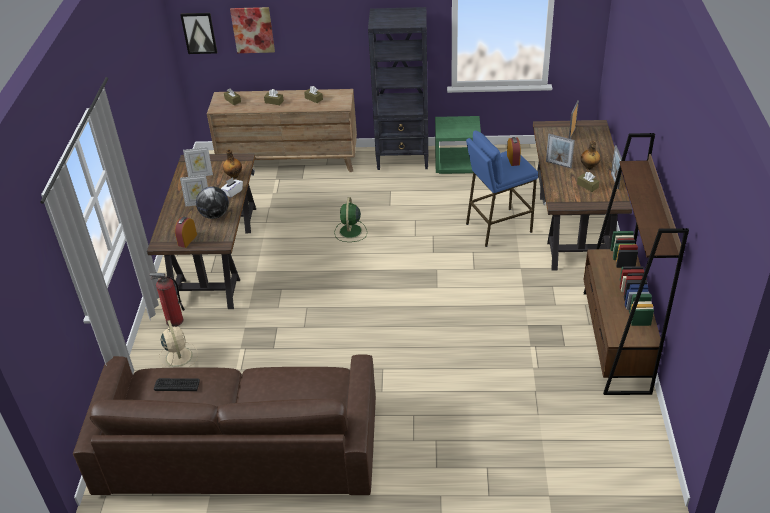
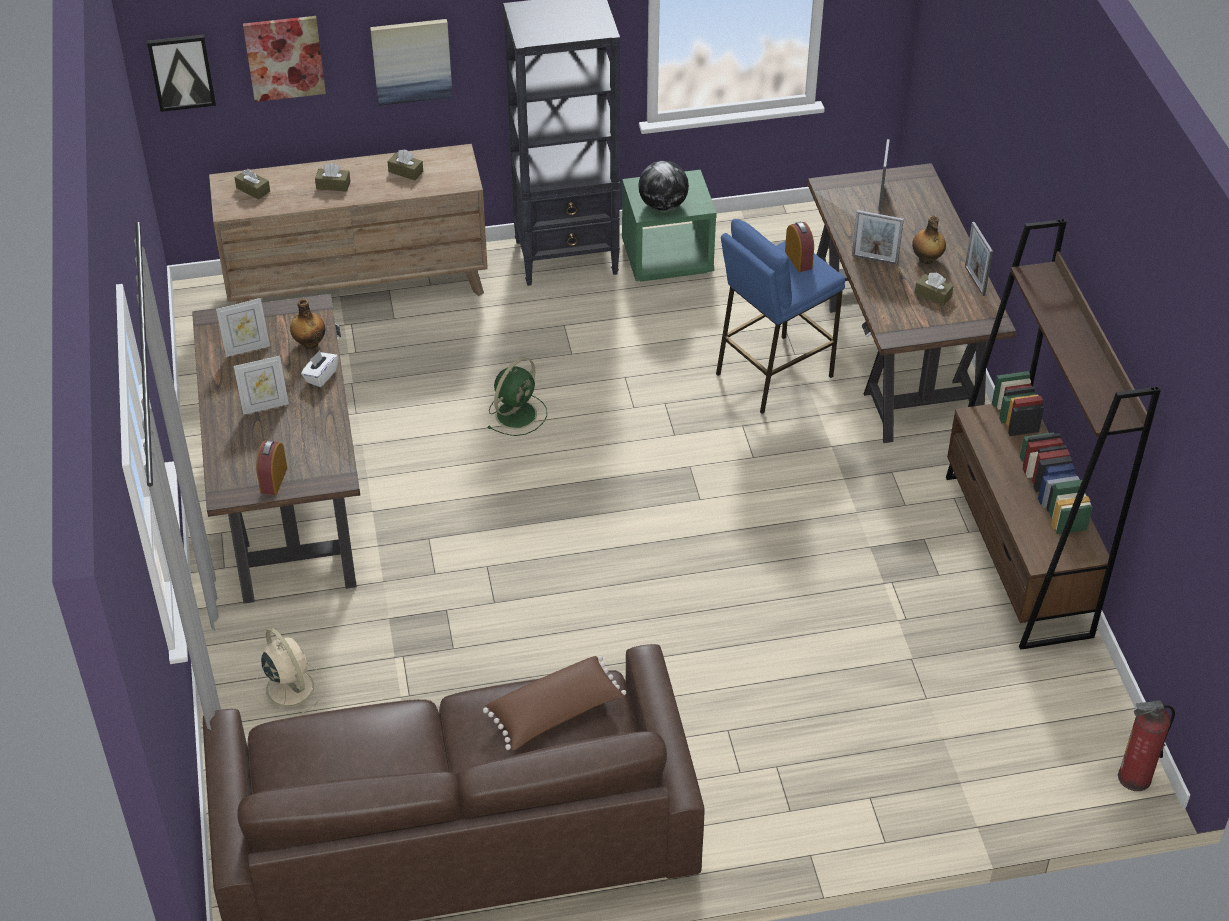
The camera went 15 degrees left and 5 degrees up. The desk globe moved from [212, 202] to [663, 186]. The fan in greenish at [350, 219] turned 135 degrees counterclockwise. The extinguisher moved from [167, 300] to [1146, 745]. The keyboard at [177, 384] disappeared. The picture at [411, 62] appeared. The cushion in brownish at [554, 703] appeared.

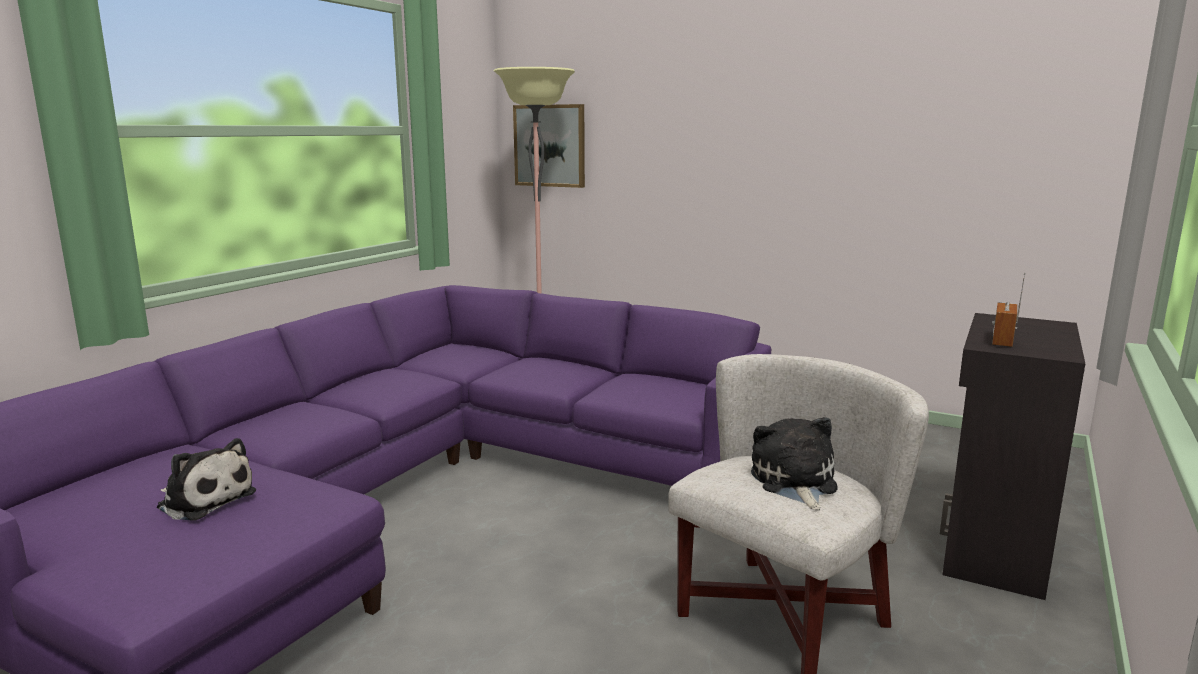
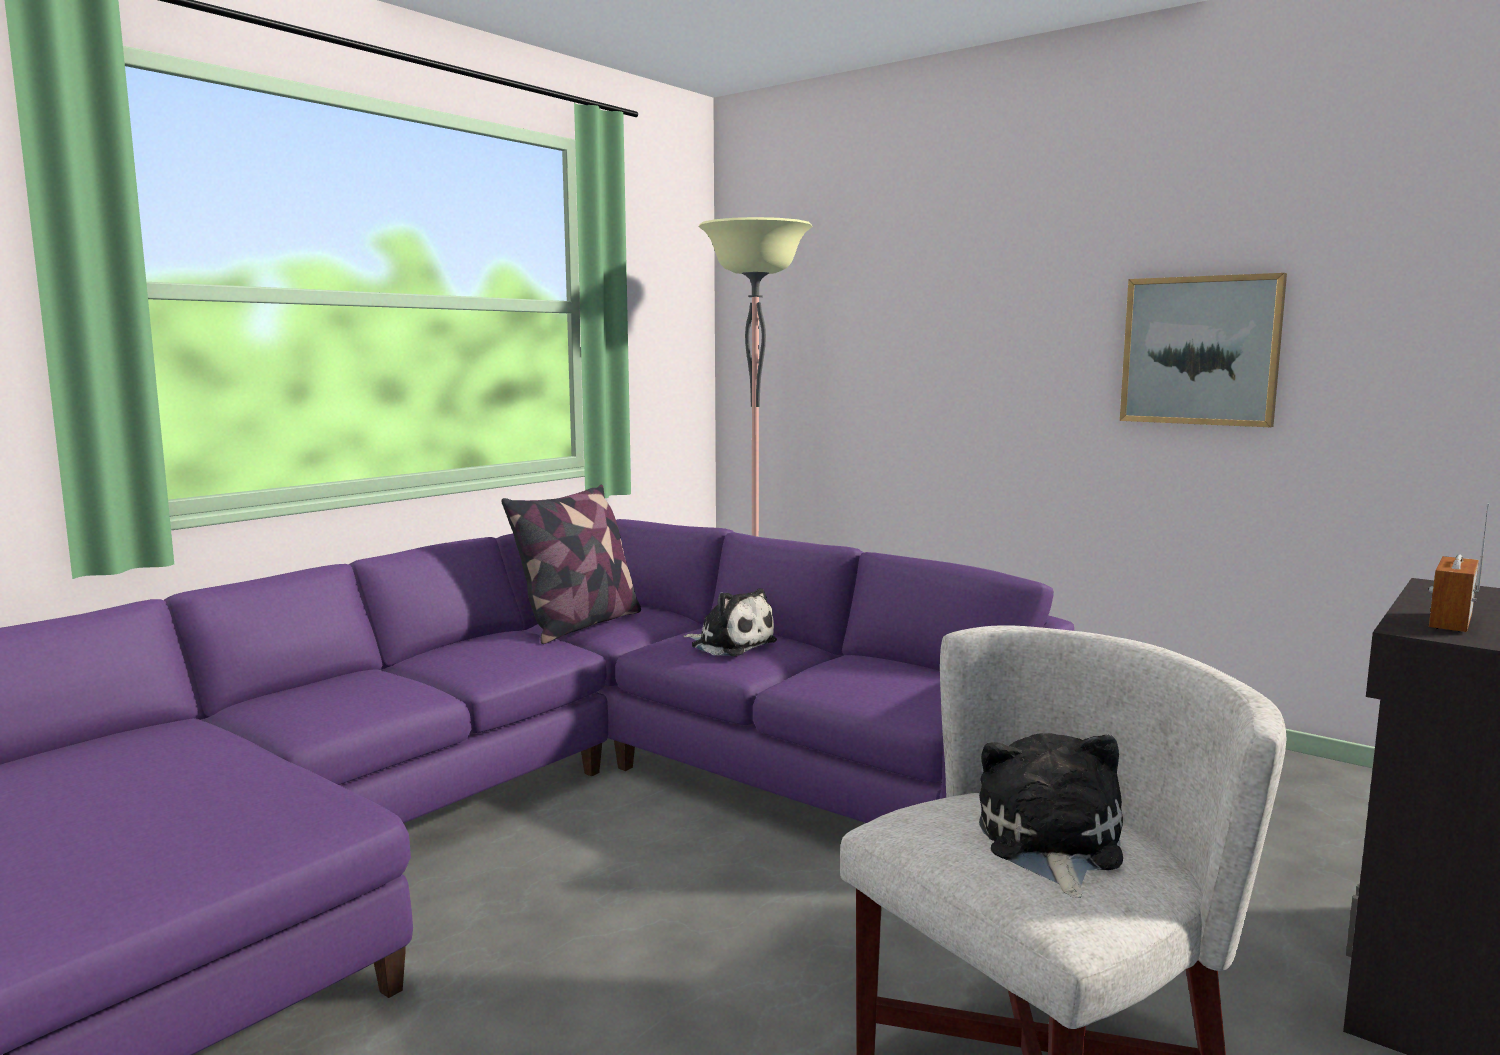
The camera went 10 degrees right and 5 degrees down. The picture moved from [549, 146] to [1203, 350]. The cuddly toy moved from [206, 479] to [730, 622]. The cushion at [571, 564] appeared.

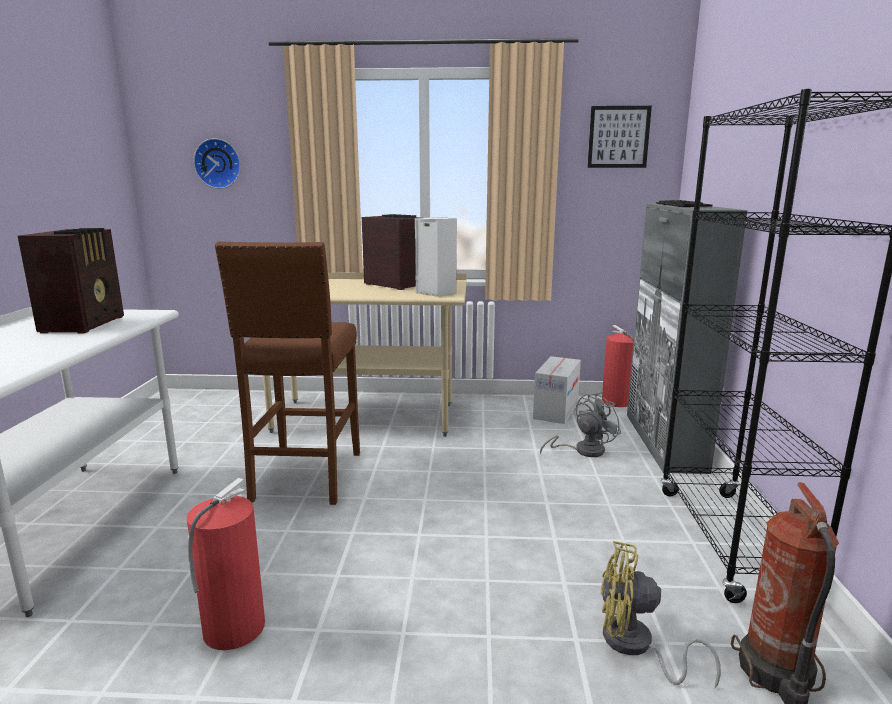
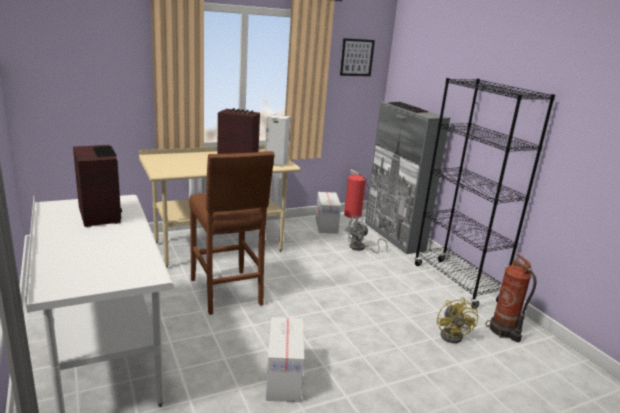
The camera went 30 degrees left and 5 degrees up. The clock on the wall at [217, 163] disappeared. The fan in greyish at [580, 424] turned 135 degrees counterclockwise. The extinguisher at [226, 564] was replaced by the packing box at [285, 359]. The fan in yellowish at [661, 614] turned 75 degrees counterclockwise.

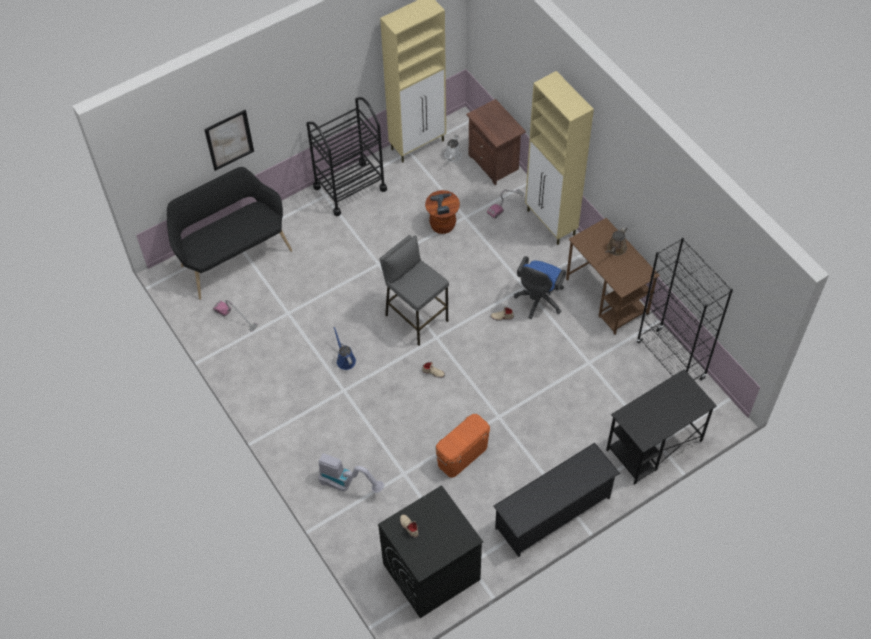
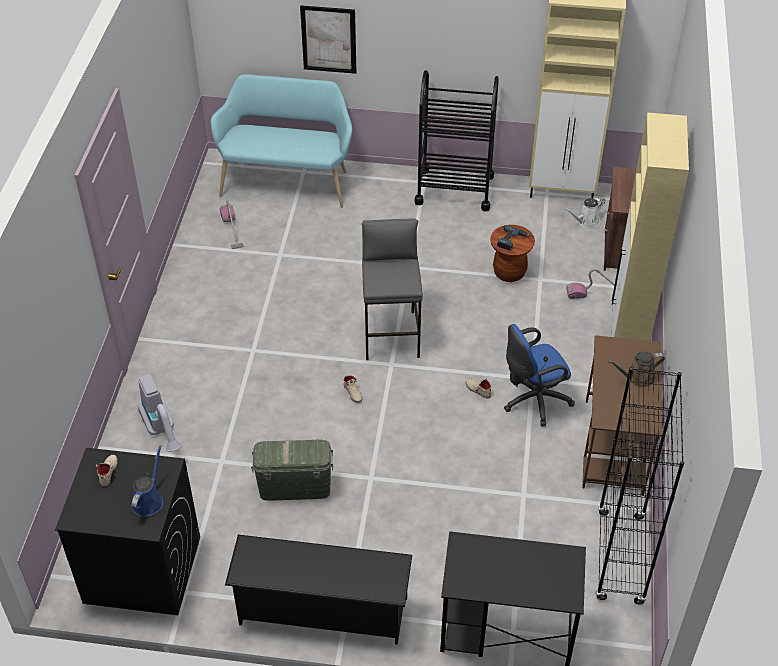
The camera went 40 degrees right and 10 degrees down. The long seat in blackish at [229, 233] became the long seat in turquoise at [281, 141]. The watering pot in bluish moved from [345, 348] to [147, 481]. The storage bin in orange at [462, 446] became the storage bin in greenish at [292, 470].

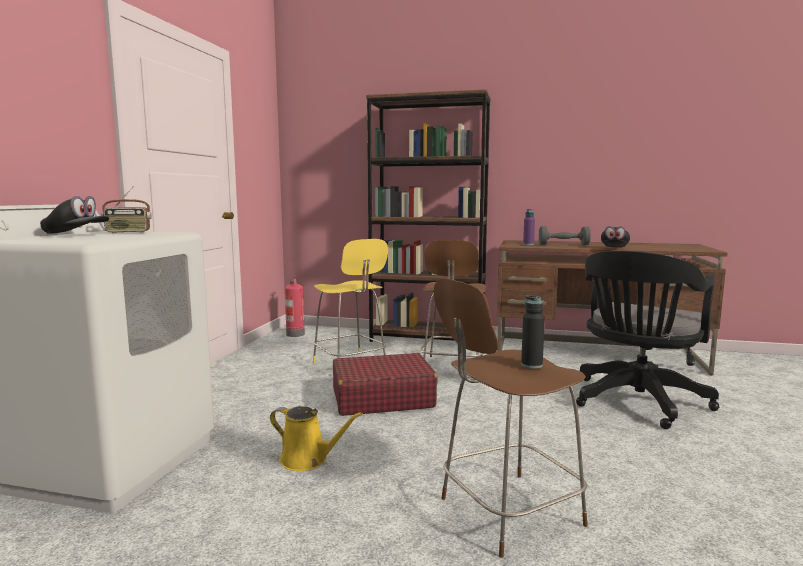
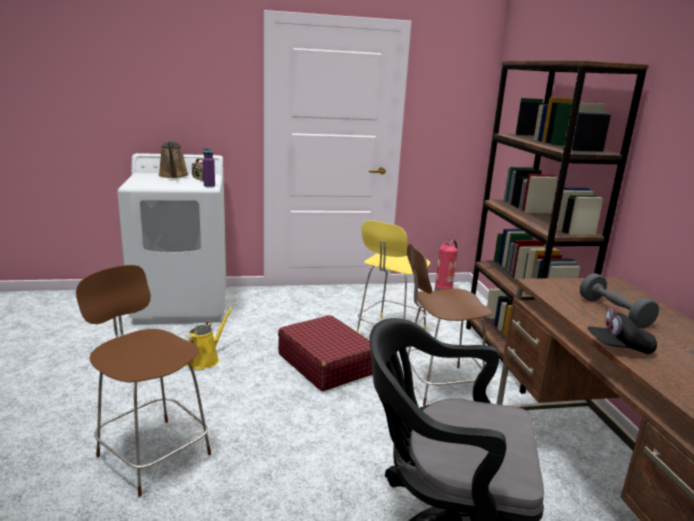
The camera went 65 degrees right and 10 degrees up. The baseball cap in blackish at [74, 215] was replaced by the watering pot in brownish at [173, 159]. The beverage bottle in purple moved from [529, 227] to [209, 167]. The beverage bottle in blackish at [533, 332] disappeared. The watering pot in yellowish at [316, 438] turned 150 degrees counterclockwise.

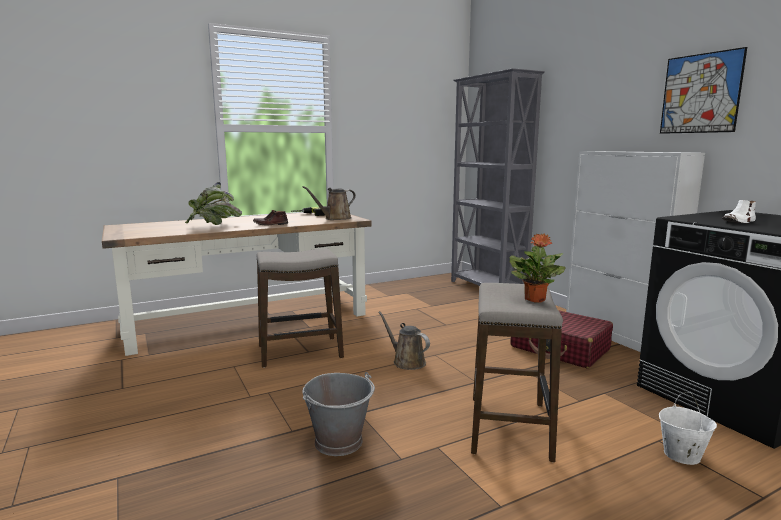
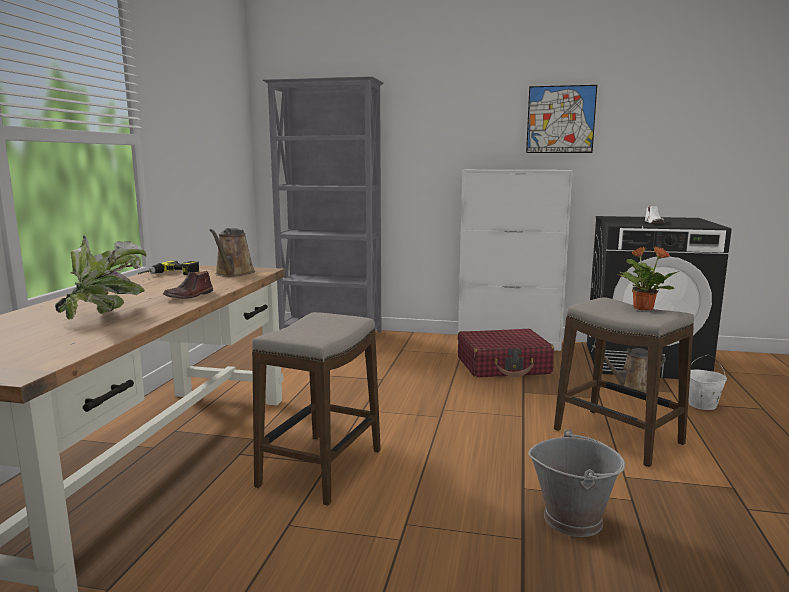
The camera went 50 degrees left and 0 degrees up. The watering pot in brownish moved from [404, 340] to [628, 368].

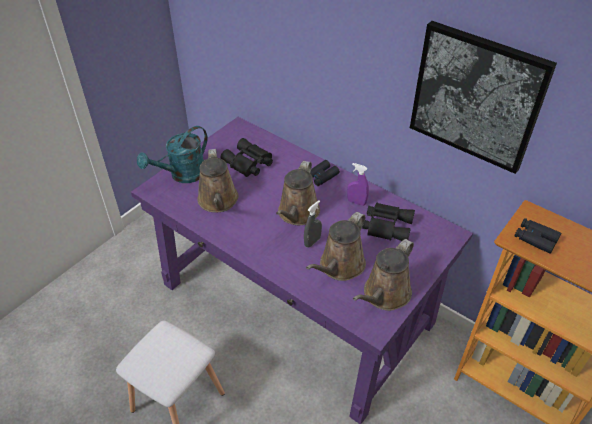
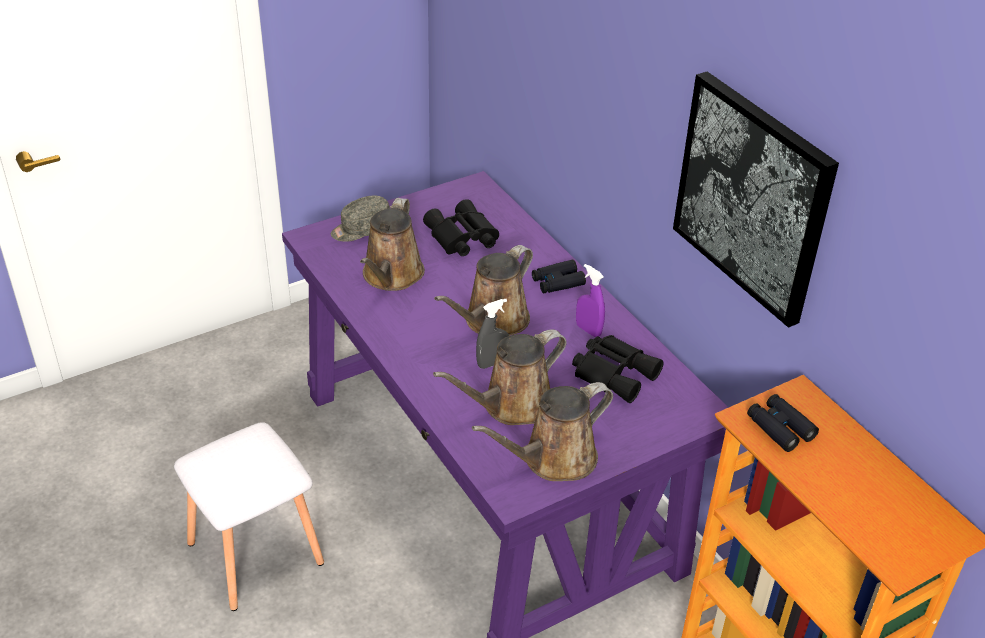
The camera went 20 degrees right and 5 degrees down. The watering pot in turquoise at [172, 154] was replaced by the baseball cap in greyish at [360, 218].

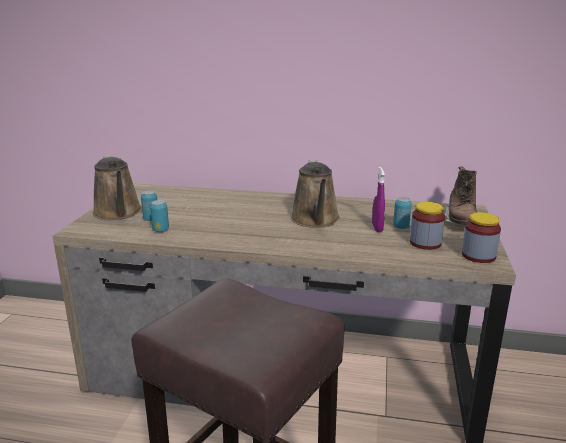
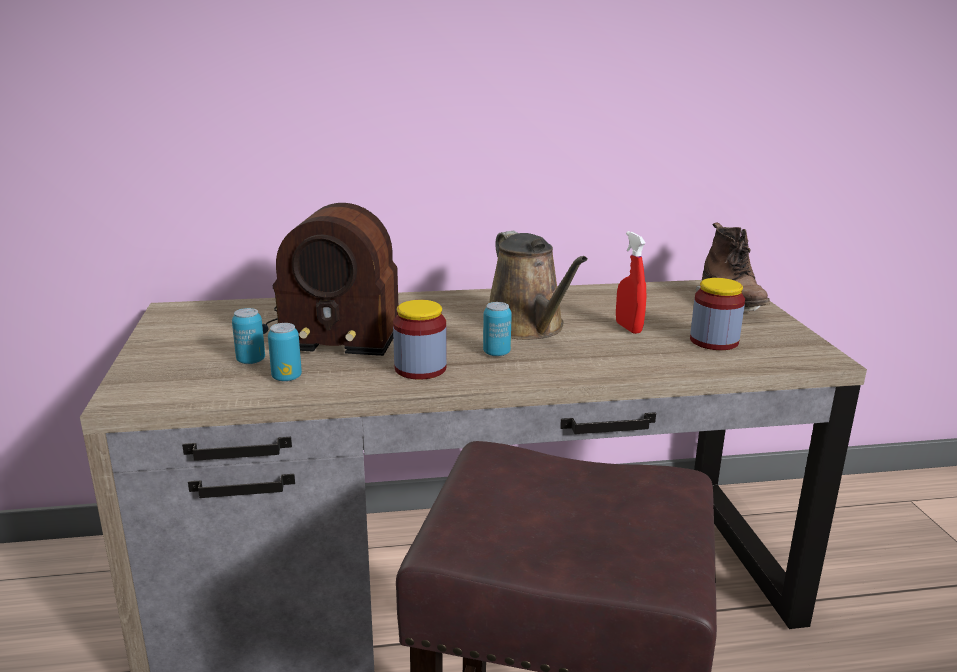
The camera went 20 degrees left and 0 degrees up. The watering pot in brownish at [117, 188] disappeared. The sprayer in purple at [378, 199] became the sprayer in red-coloured at [631, 282]. The sealed can moved from [402, 213] to [497, 329]. The jar moved from [481, 237] to [420, 340]. The radio at [330, 279] appeared.

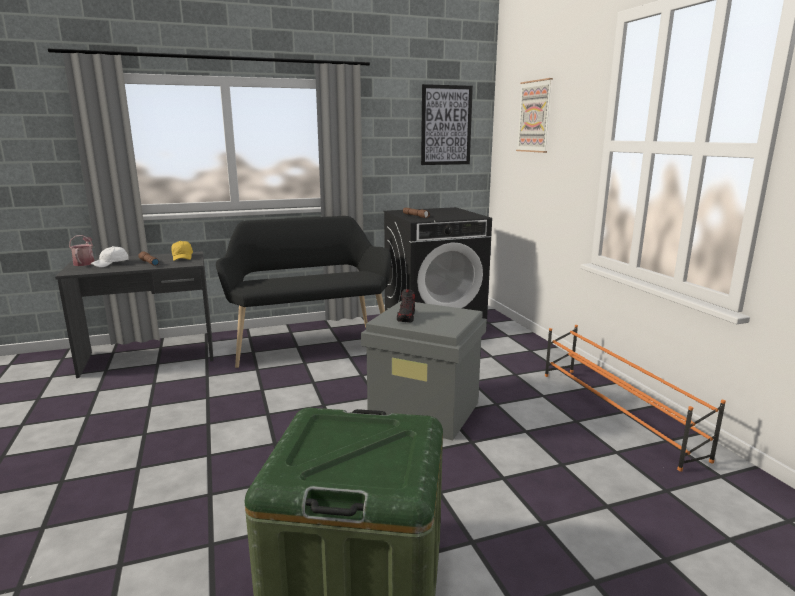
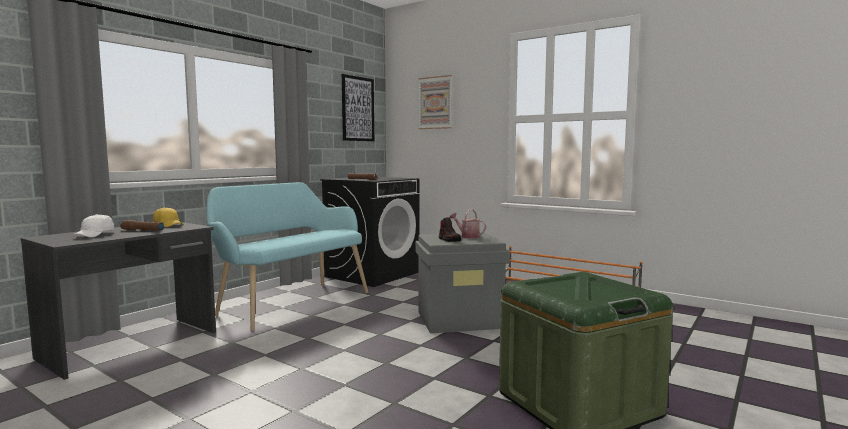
The camera went 35 degrees left and 10 degrees down. The long seat in blackish at [303, 292] became the long seat in turquoise at [287, 256]. The watering pot moved from [82, 250] to [468, 223].

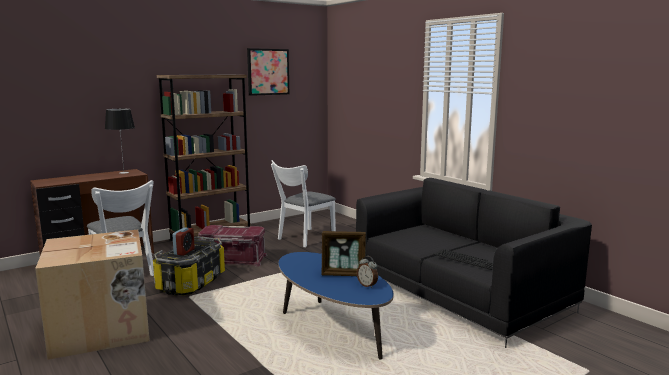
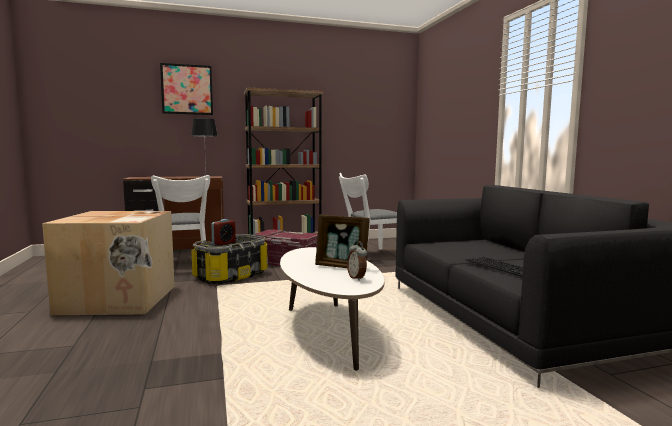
The camera went 20 degrees right and 5 degrees down. The picture moved from [268, 72] to [186, 89]. The low table in bluish at [336, 306] became the low table in whitish at [332, 308].

